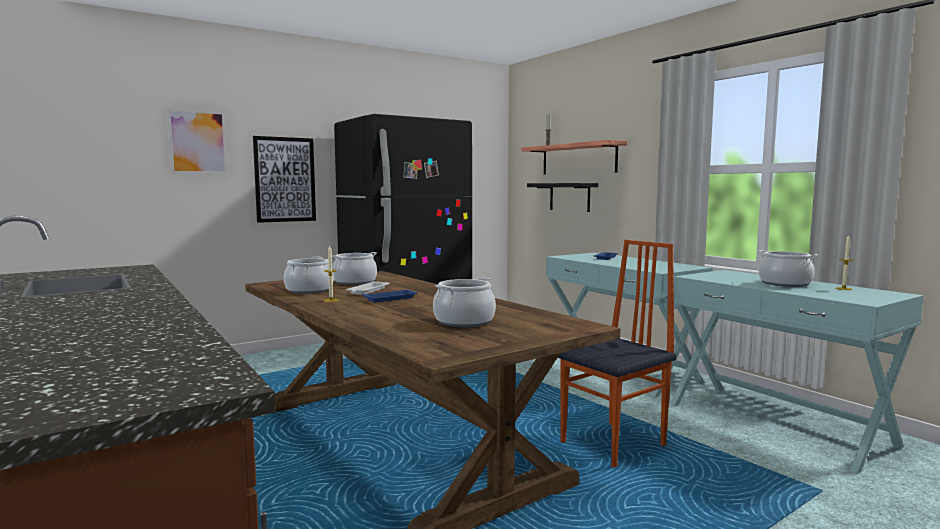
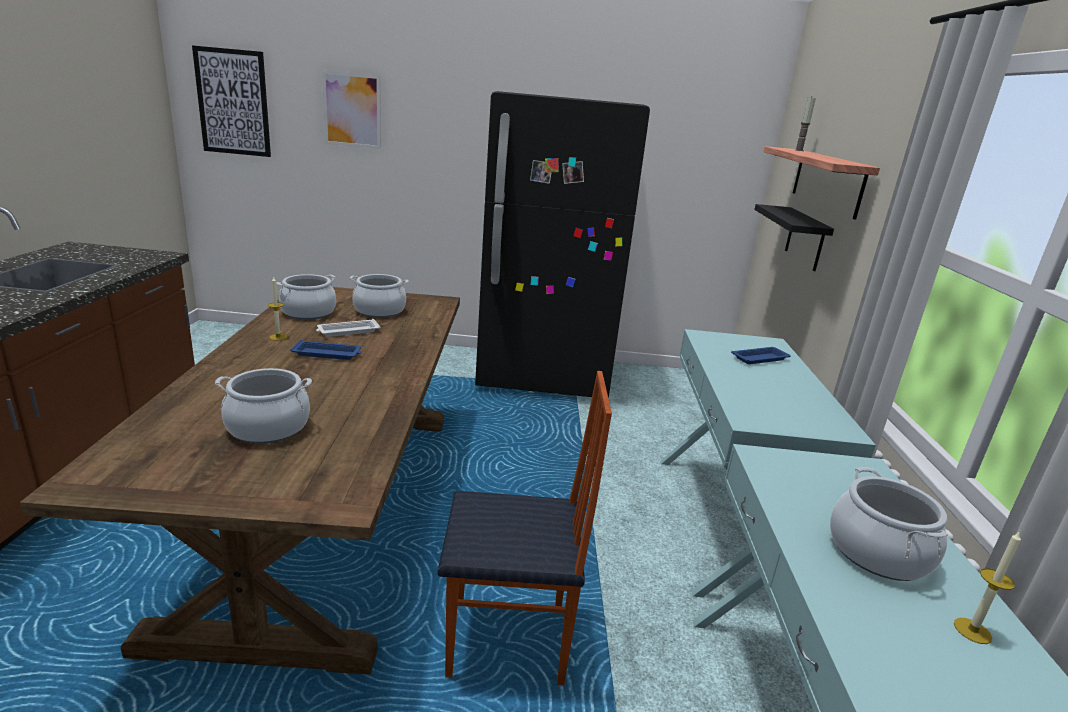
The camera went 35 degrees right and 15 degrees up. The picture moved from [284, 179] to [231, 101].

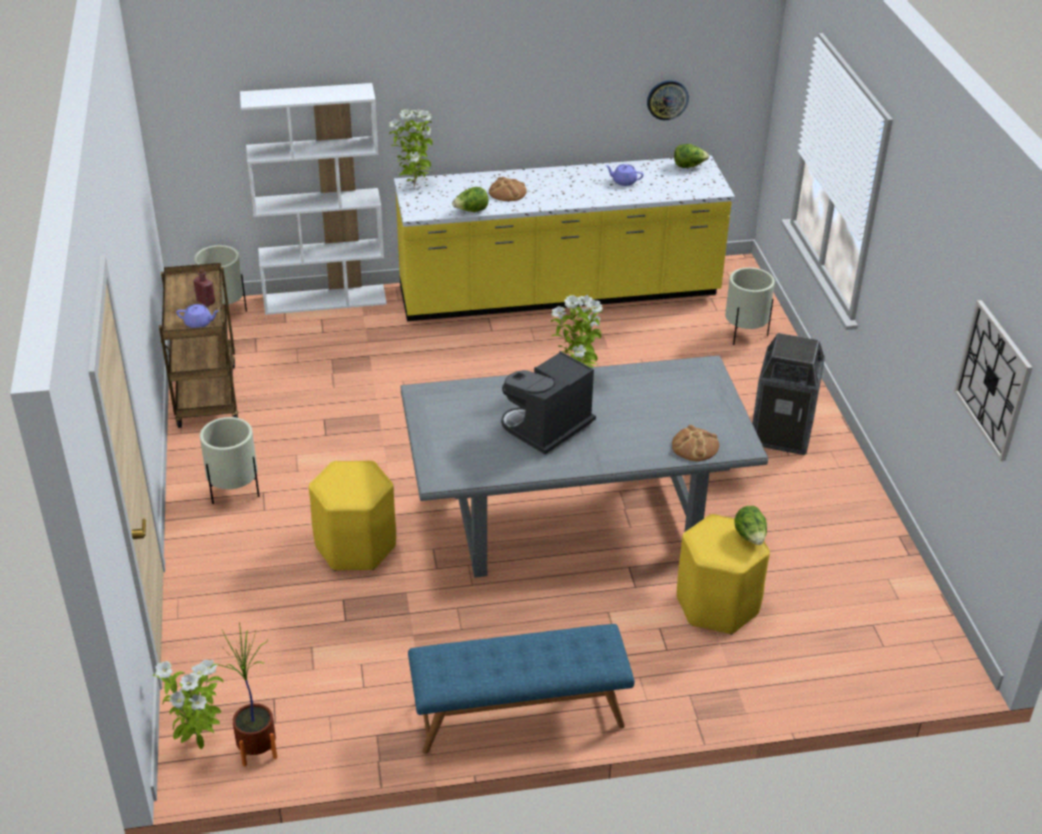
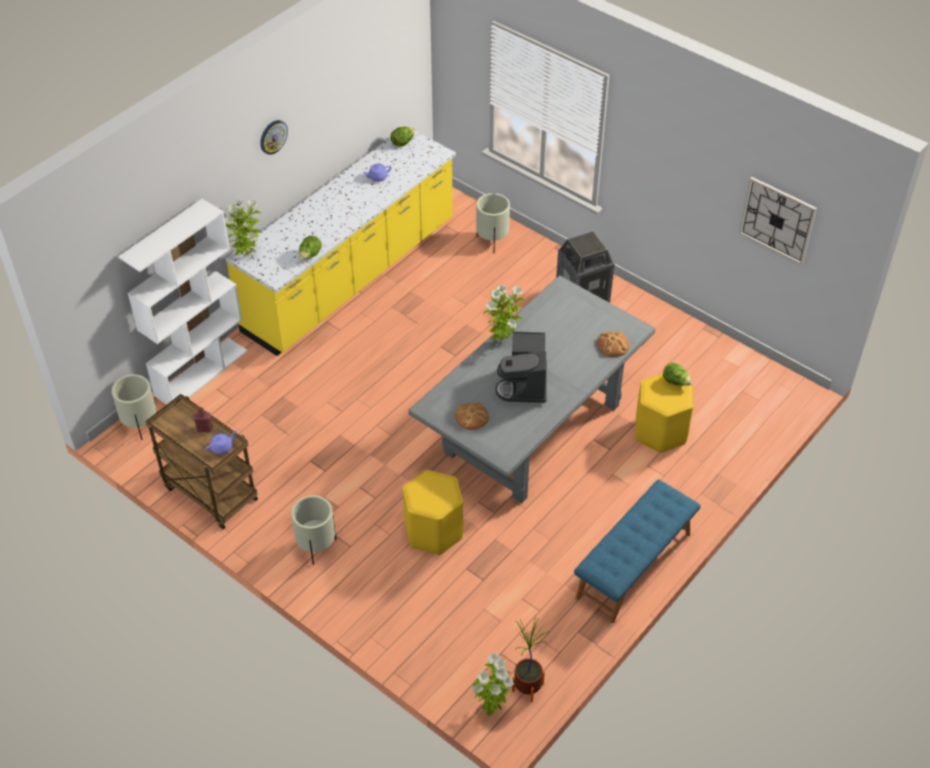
The camera went 40 degrees left and 10 degrees up. The clock on the wall moved from [668, 100] to [274, 137]. The bread moved from [508, 189] to [472, 416].

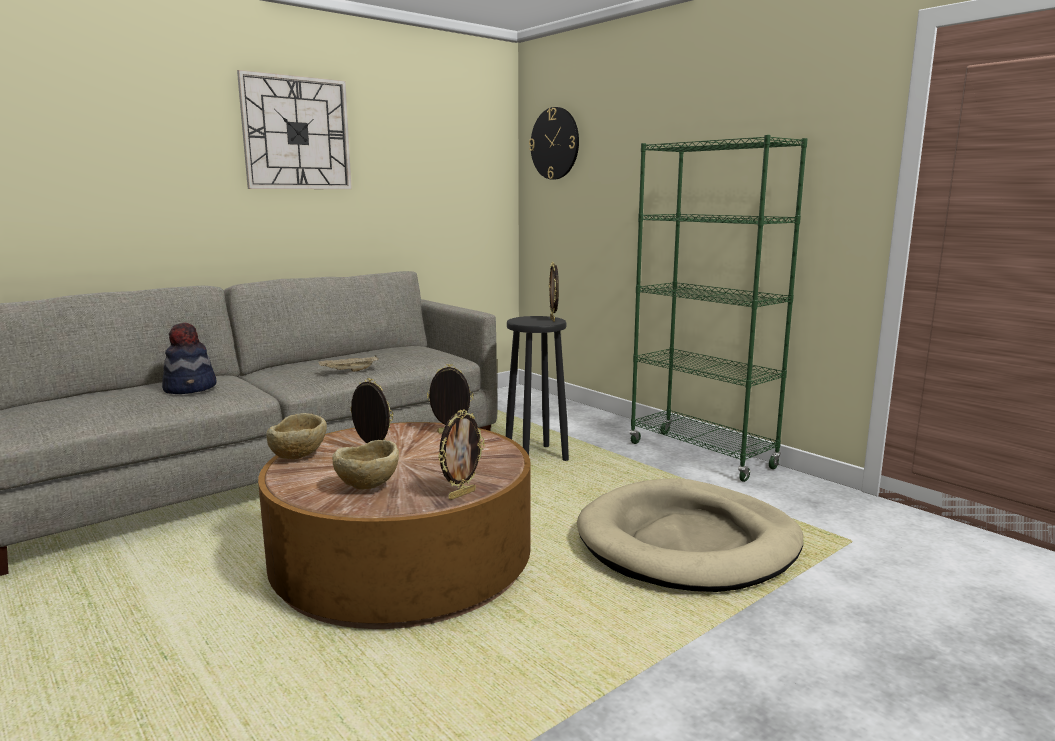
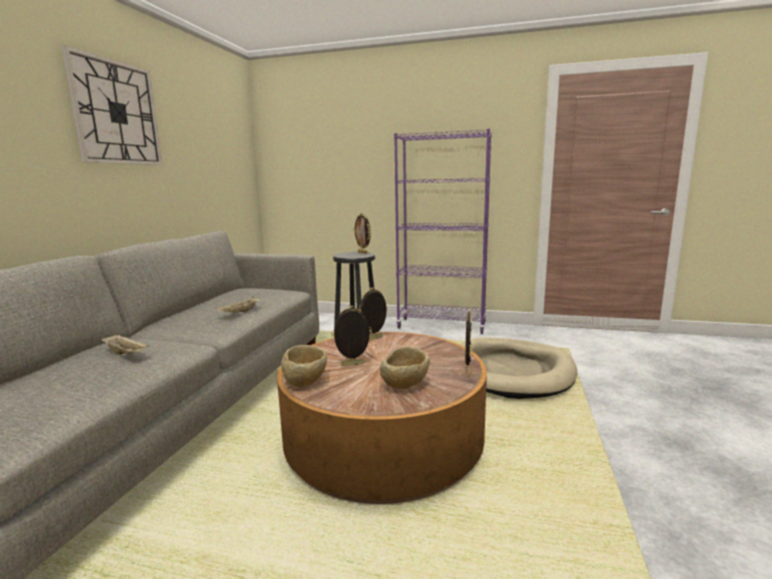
The camera went 35 degrees left and 0 degrees up. The clock on the wall at [554, 143] disappeared. The bookshelf in greenish at [718, 308] became the bookshelf in purple at [443, 231]. The clothing hat at [189, 358] was replaced by the tray in sand-coloured at [125, 345].

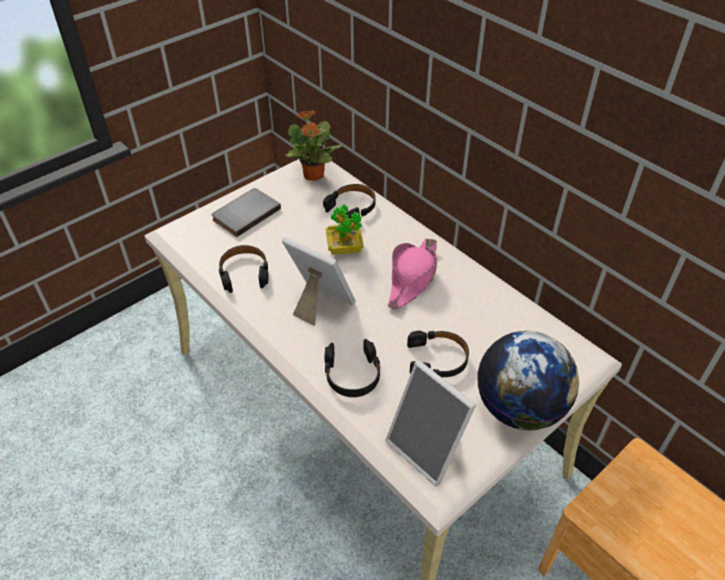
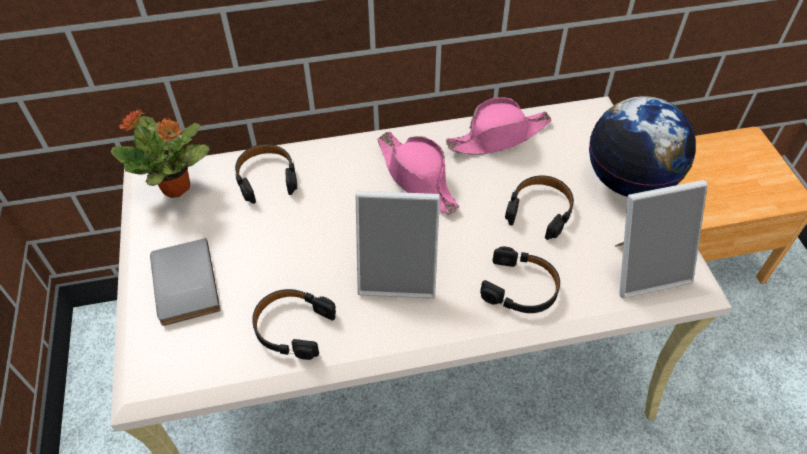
The camera went 60 degrees left and 5 degrees up. The plant in a pot at [345, 229] disappeared. The photo frame at [319, 281] turned 150 degrees counterclockwise. The clothing hat in pink at [499, 126] appeared.

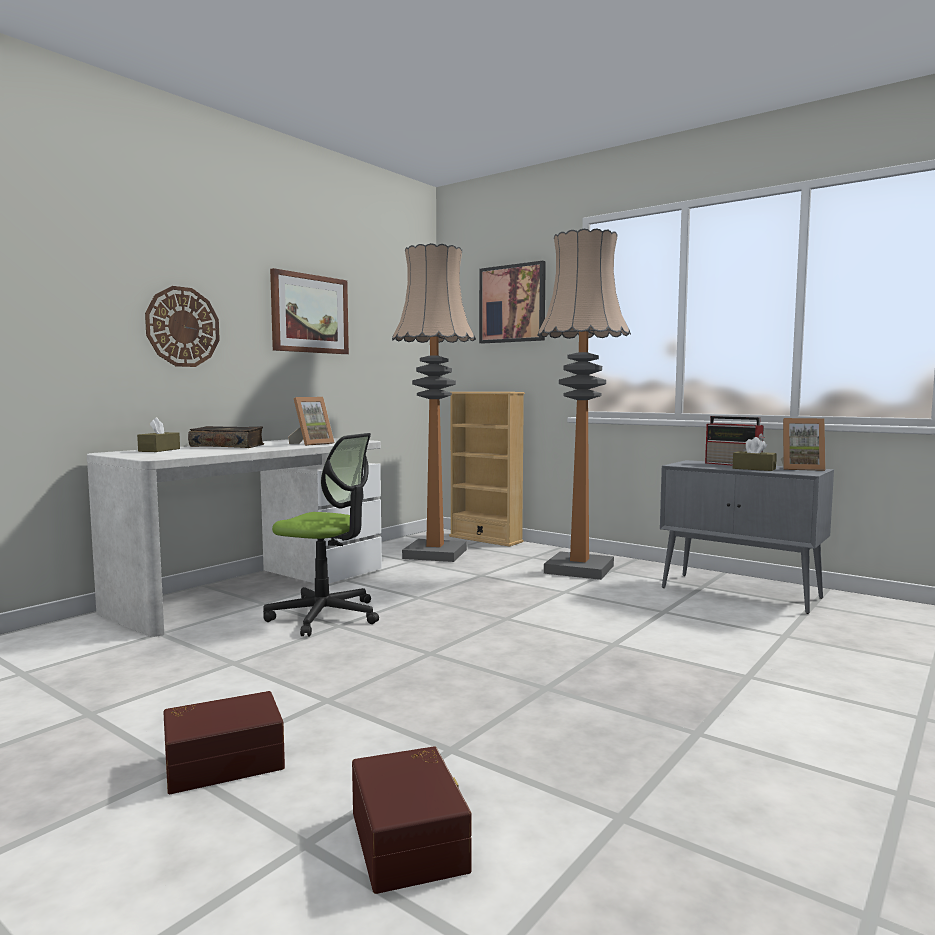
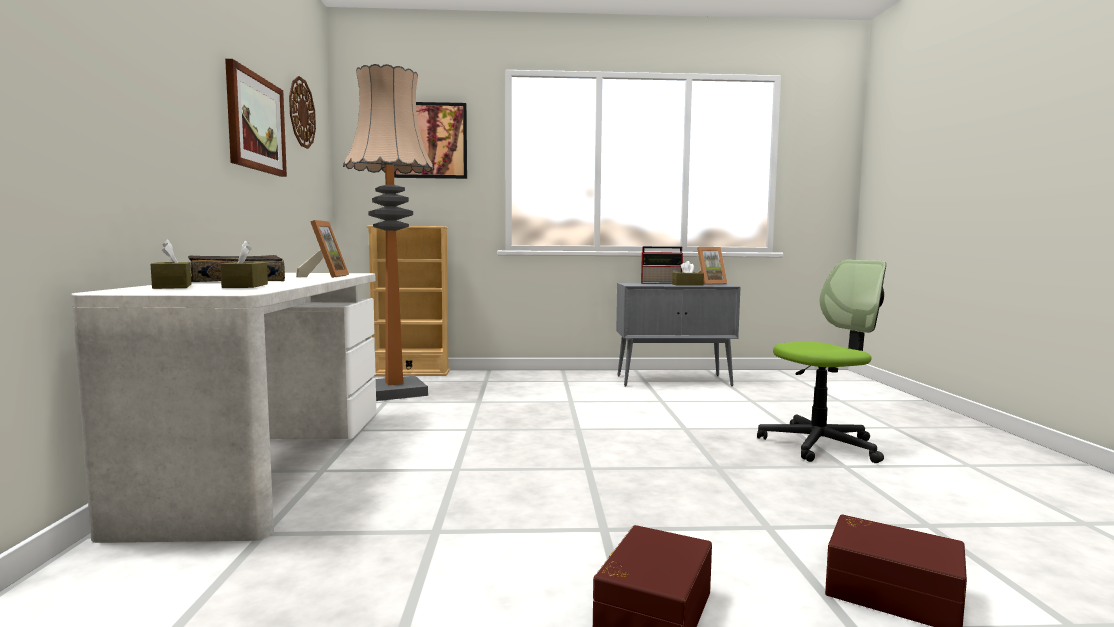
The camera went 40 degrees left and 0 degrees up. The floor lamp at [584, 404] disappeared. The clock on the wall moved from [182, 326] to [302, 112]. The desk chair moved from [321, 534] to [821, 361]. The tissue holder in brownish at [244, 264] appeared.

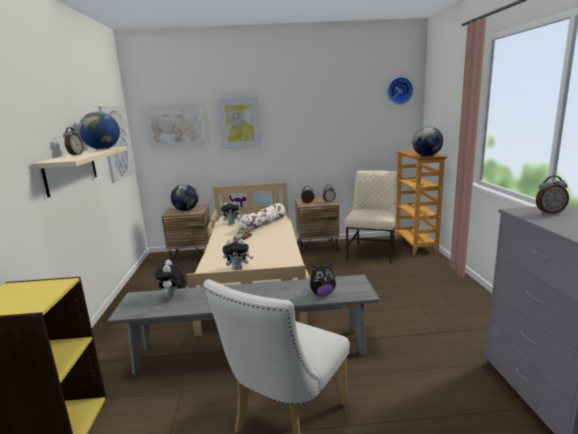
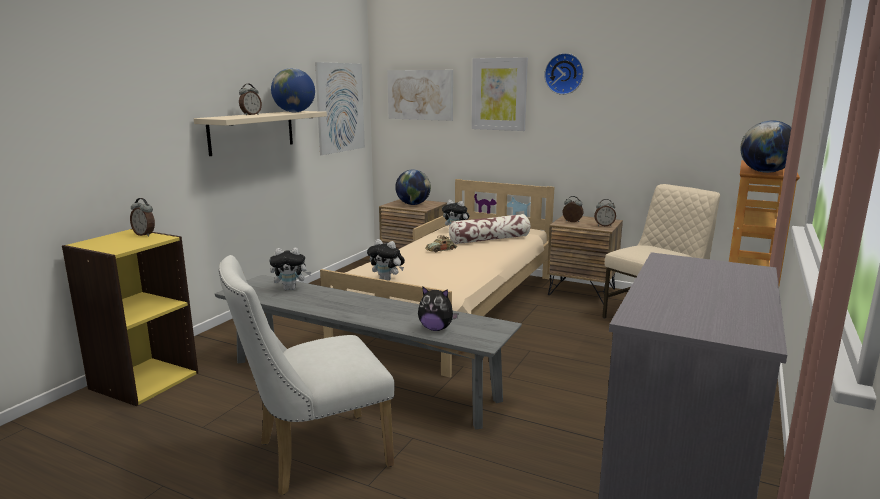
The camera went 30 degrees right and 0 degrees up. The clock on the wall moved from [400, 91] to [564, 74]. The alarm clock moved from [552, 195] to [142, 217]. The cuddly toy at [170, 279] turned 120 degrees counterclockwise.

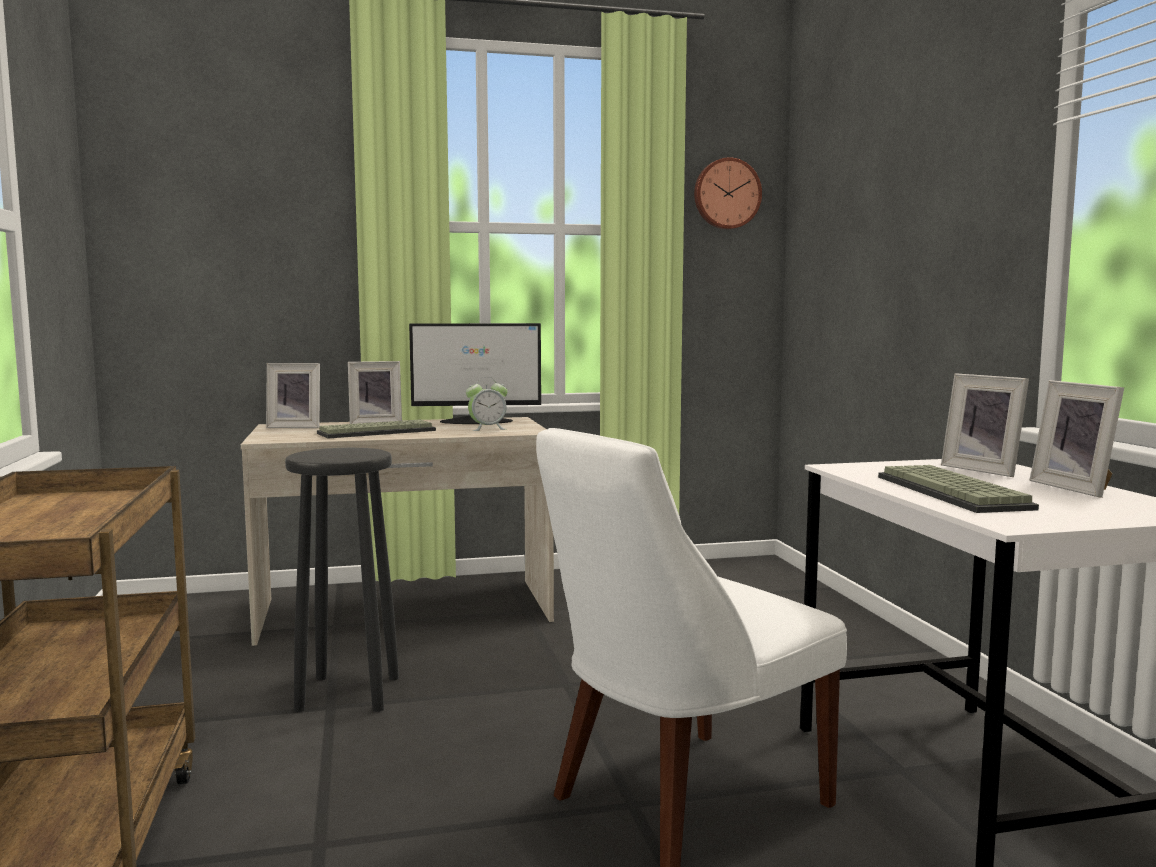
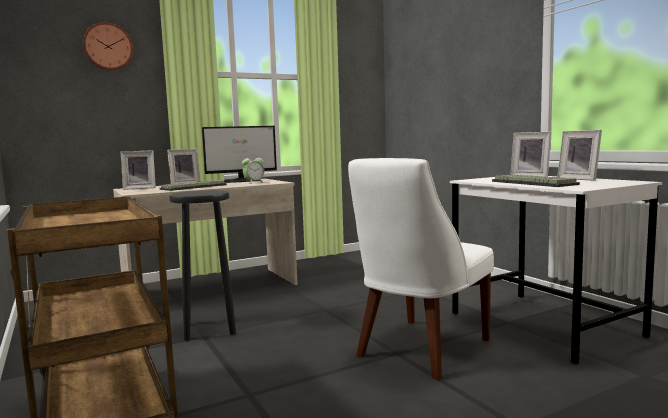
The camera went 15 degrees left and 0 degrees up. The clock on the wall moved from [728, 193] to [108, 46].

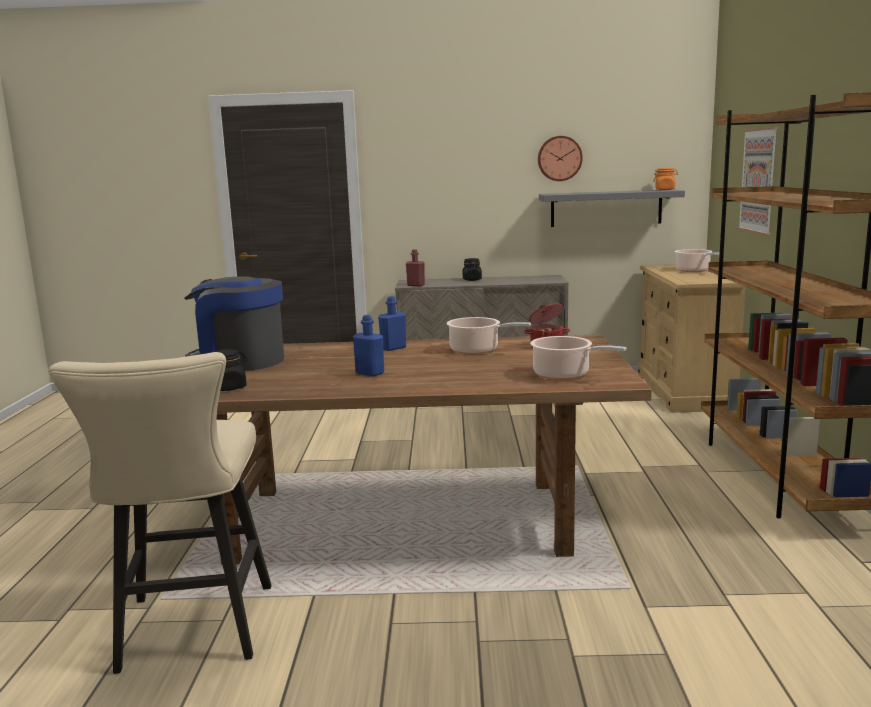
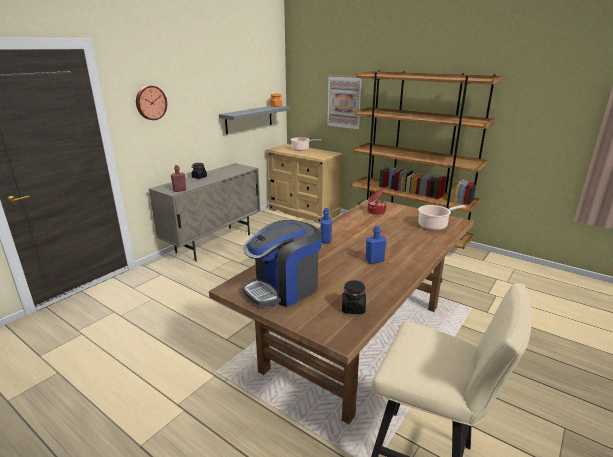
The camera went 55 degrees left and 10 degrees up. The clock on the wall moved from [560, 158] to [151, 103]. The cooking pot at [489, 335] disappeared.

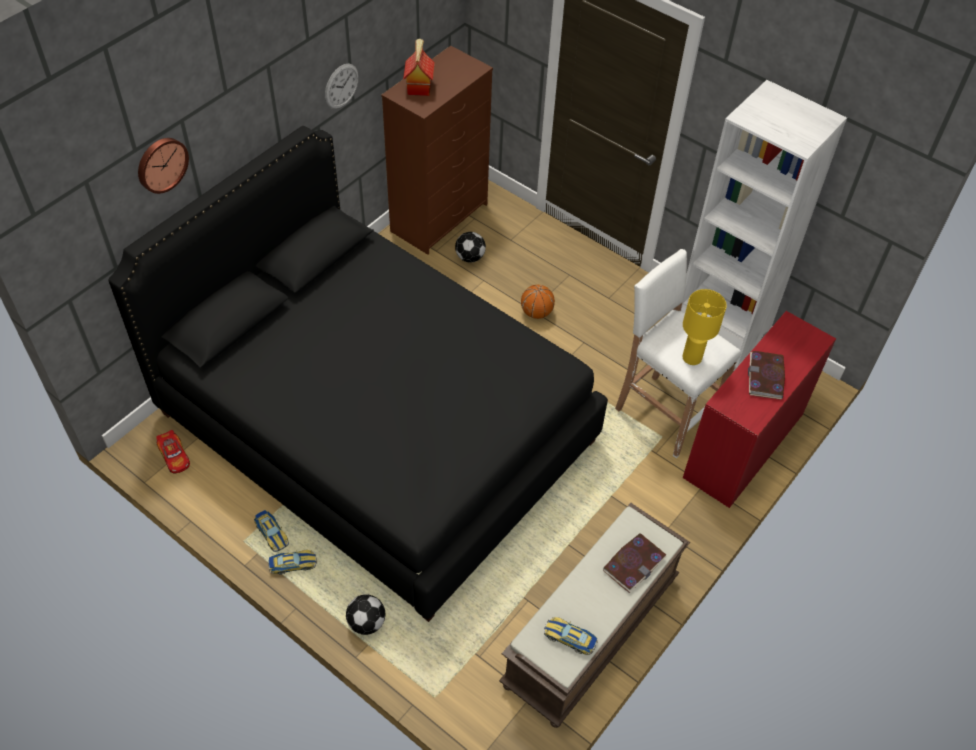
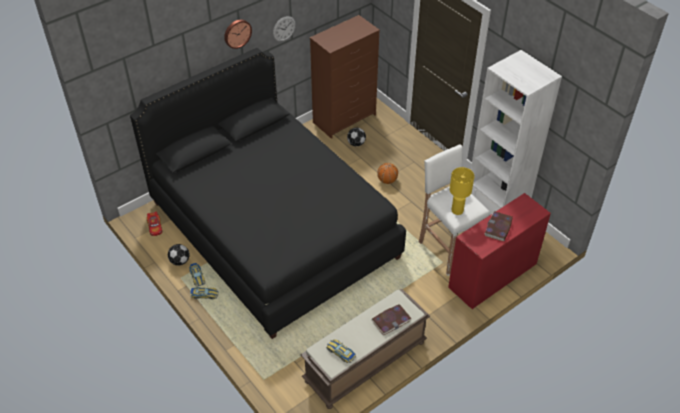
The camera went 15 degrees right and 5 degrees down. The model house at [419, 67] disappeared. The clock on the wall moved from [163, 166] to [238, 34]. The football moved from [365, 614] to [179, 255].

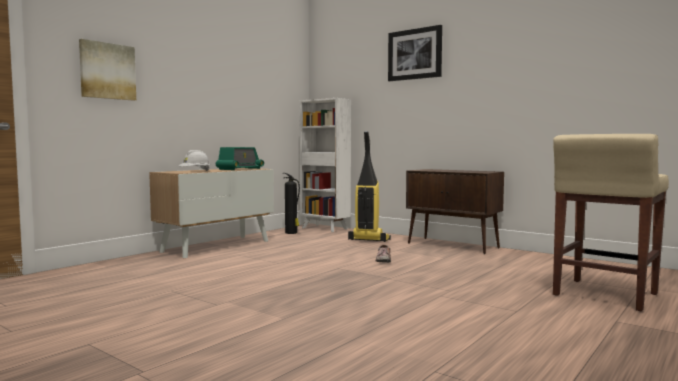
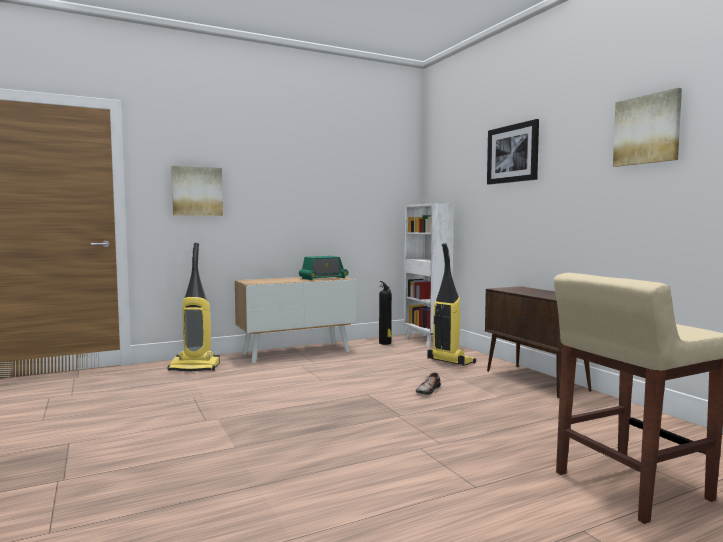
The camera went 25 degrees right and 0 degrees up. The safety helmet in whitish at [194, 160] disappeared. The picture at [647, 127] appeared. The vacuum at [194, 307] appeared.

